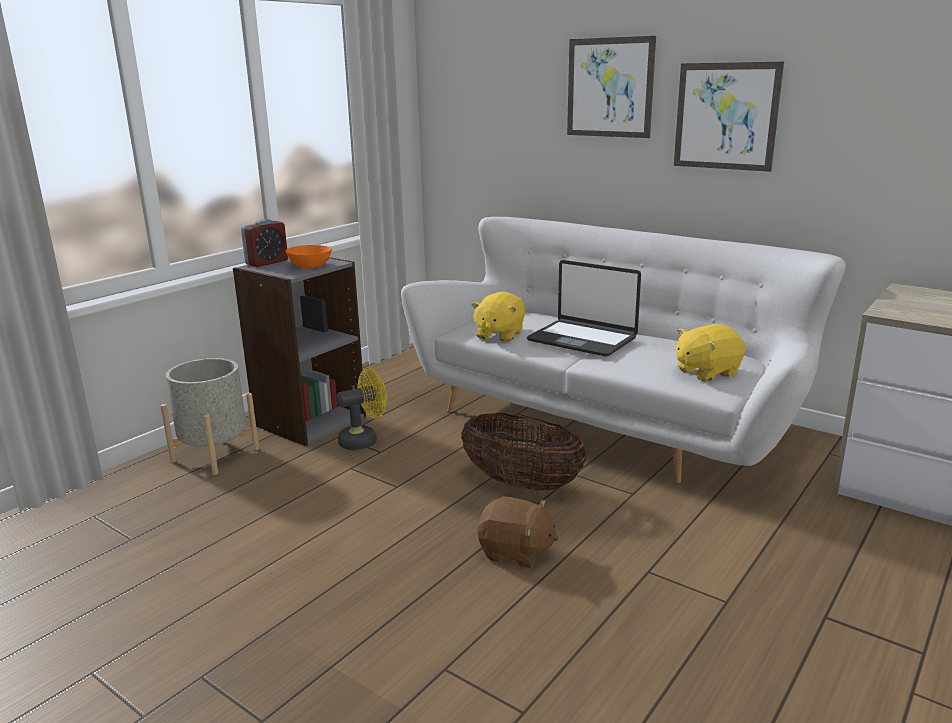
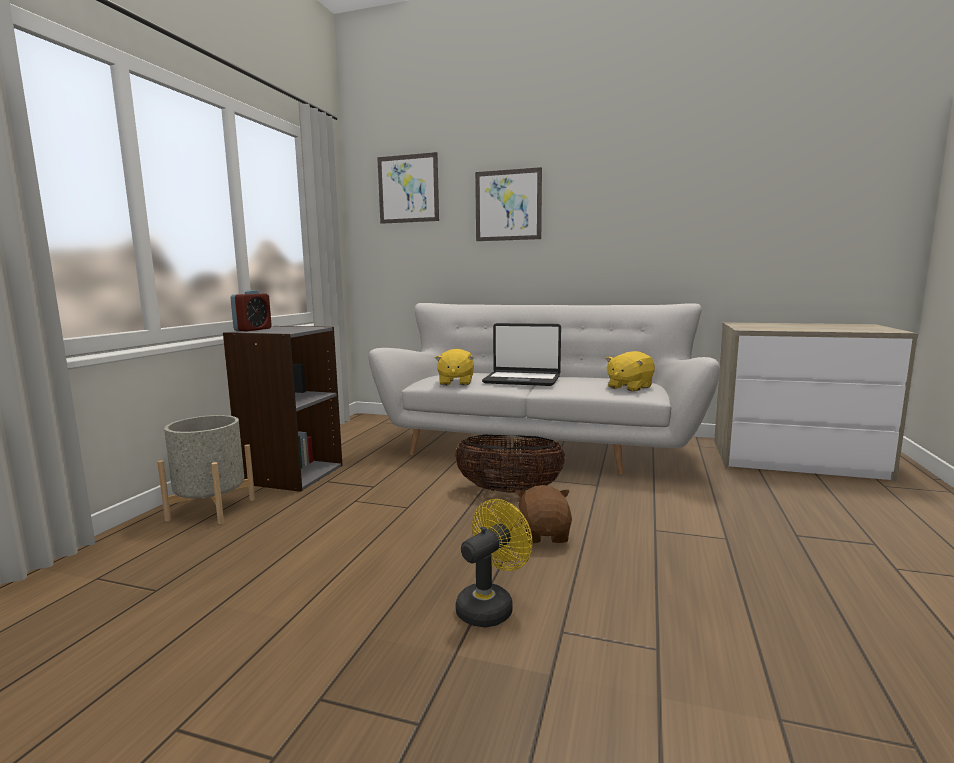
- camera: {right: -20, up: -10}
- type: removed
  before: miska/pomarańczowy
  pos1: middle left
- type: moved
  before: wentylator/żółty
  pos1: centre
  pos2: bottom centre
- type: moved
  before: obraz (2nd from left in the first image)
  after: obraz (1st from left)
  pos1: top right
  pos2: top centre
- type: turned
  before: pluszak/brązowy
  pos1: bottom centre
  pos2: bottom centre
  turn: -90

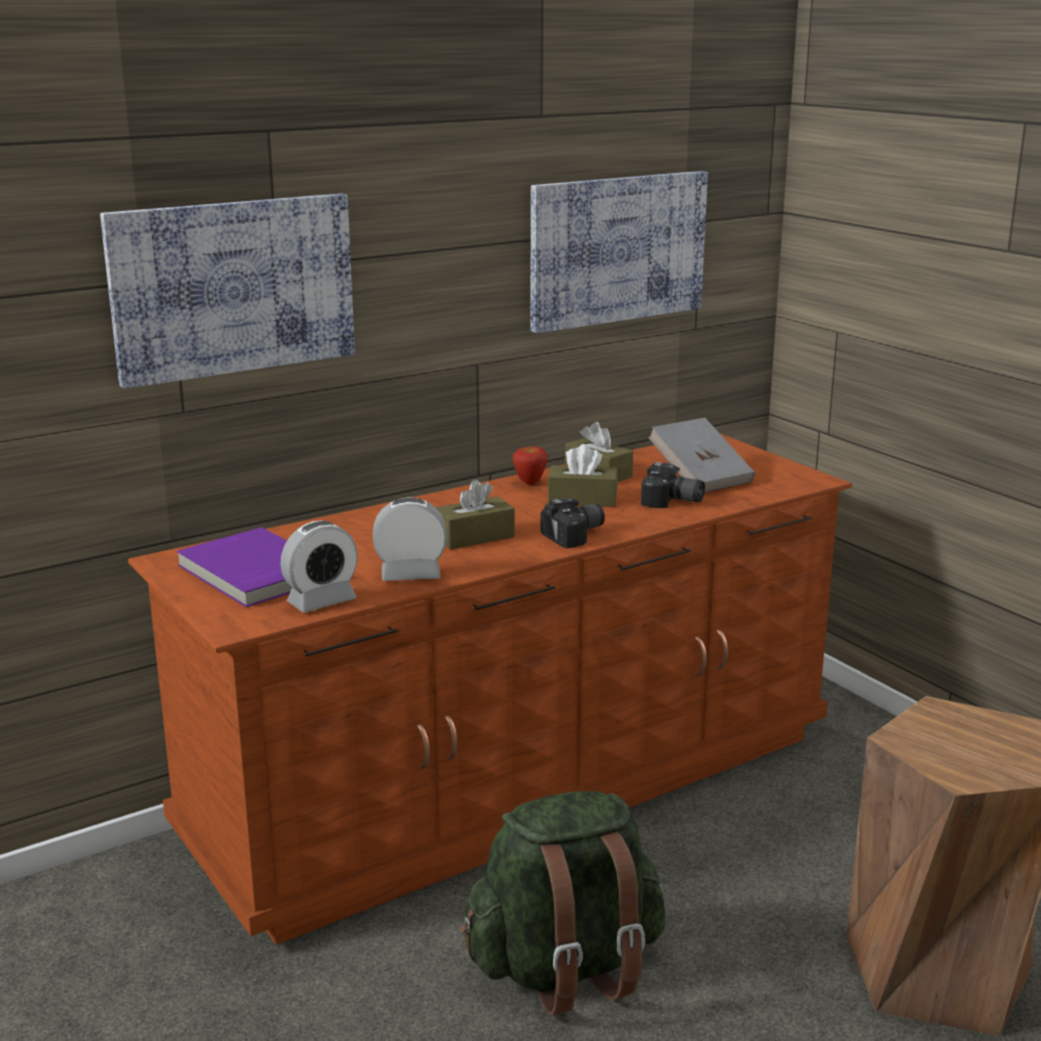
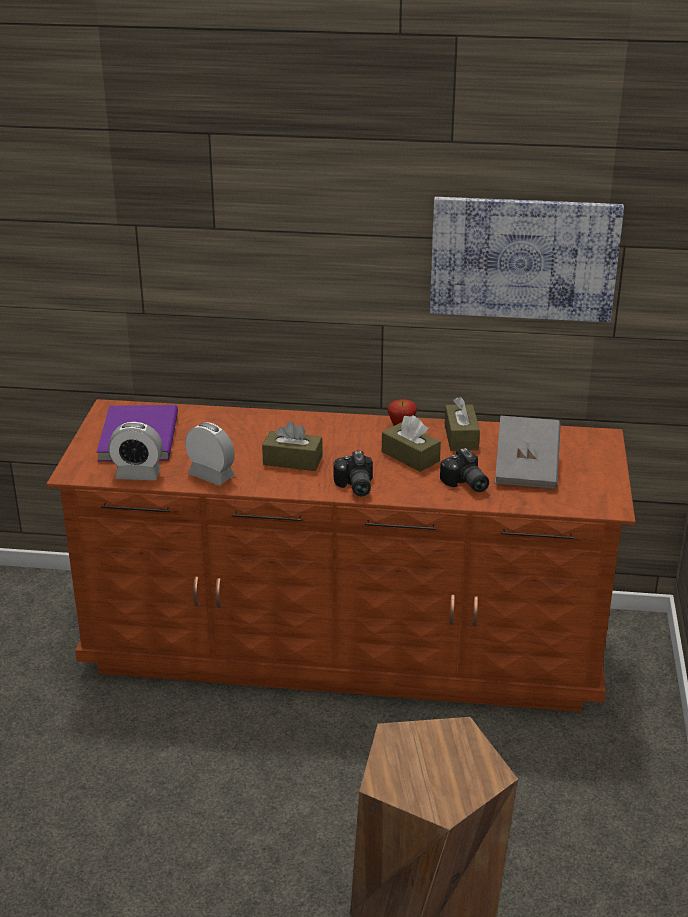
- camera: {right: 40, up: 10}
- type: removed
  before: obraz (1st from left)
  pos1: top left
- type: removed
  before: plecak/zielony
  pos1: bottom centre
- type: turned
  before: aparat fotograficzny (1st from left)
  pos1: centre
  pos2: centre
  turn: 75

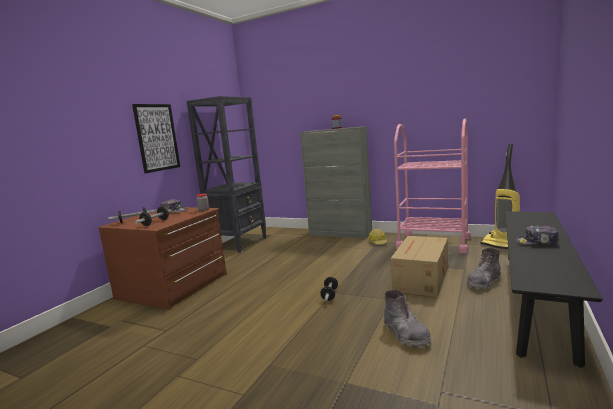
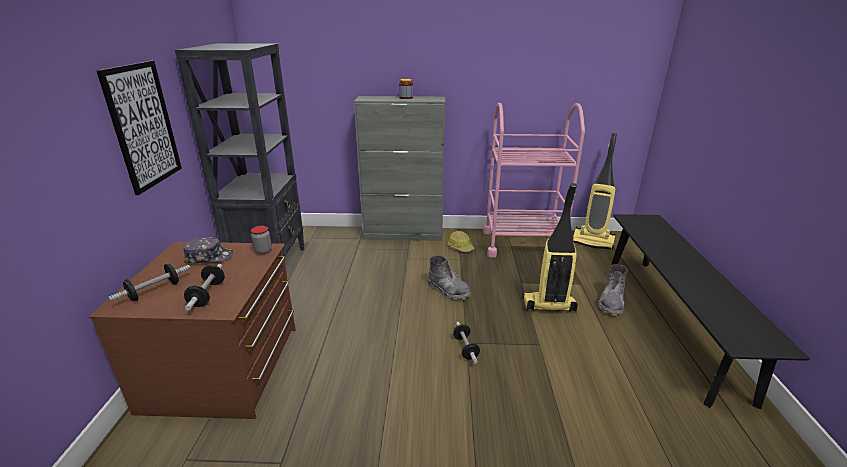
- camera: {right: -25, up: 15}
- type: removed
  before: czapka z daszkiem (2nd from left)
  pos1: middle right
- type: moved
  before: but z cholewką/szary (1st from left)
  pos1: bottom centre
  pos2: centre
- type: replaced
  before: karton
  after: odkurzacz (1st from left)
  pos1: middle right
  pos2: centre

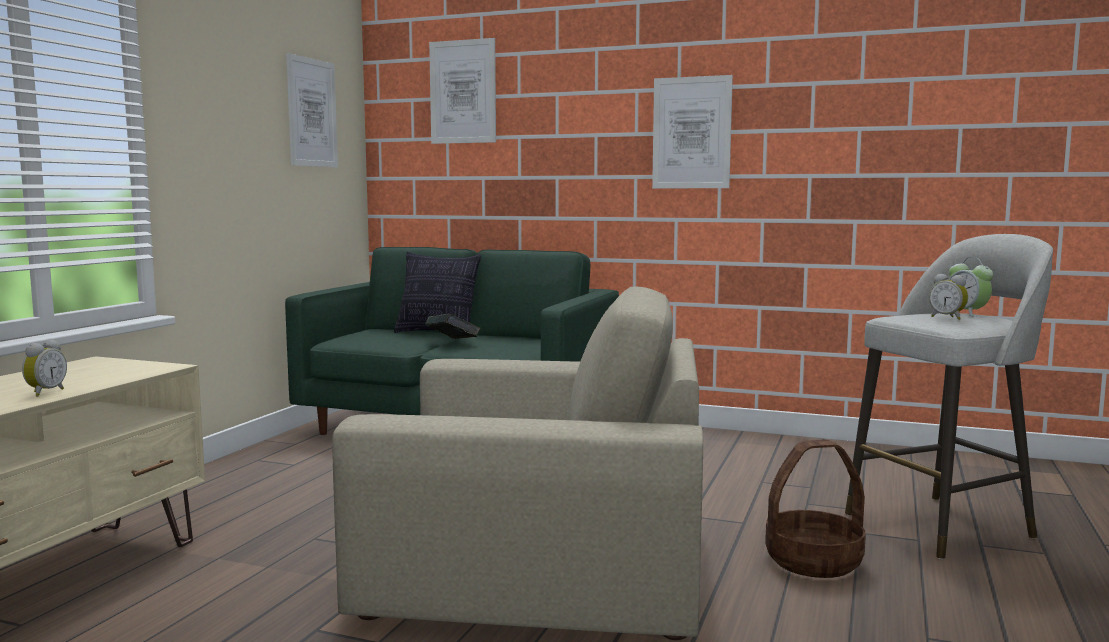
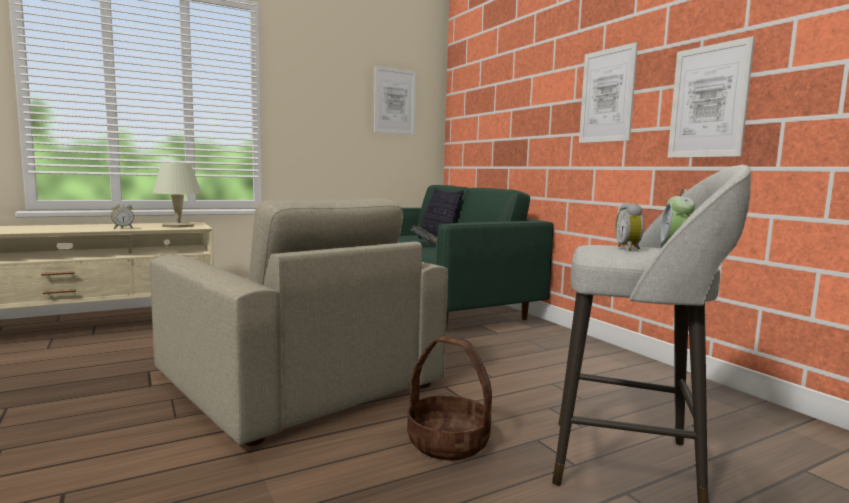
- camera: {right: 40, up: 0}
- type: added
  after: lampa stołowa/beżowy
  pos2: middle left
- type: moved
  before: obraz (2nd from left in the first image)
  after: obraz (3rd from left)
  pos1: top centre
  pos2: top right

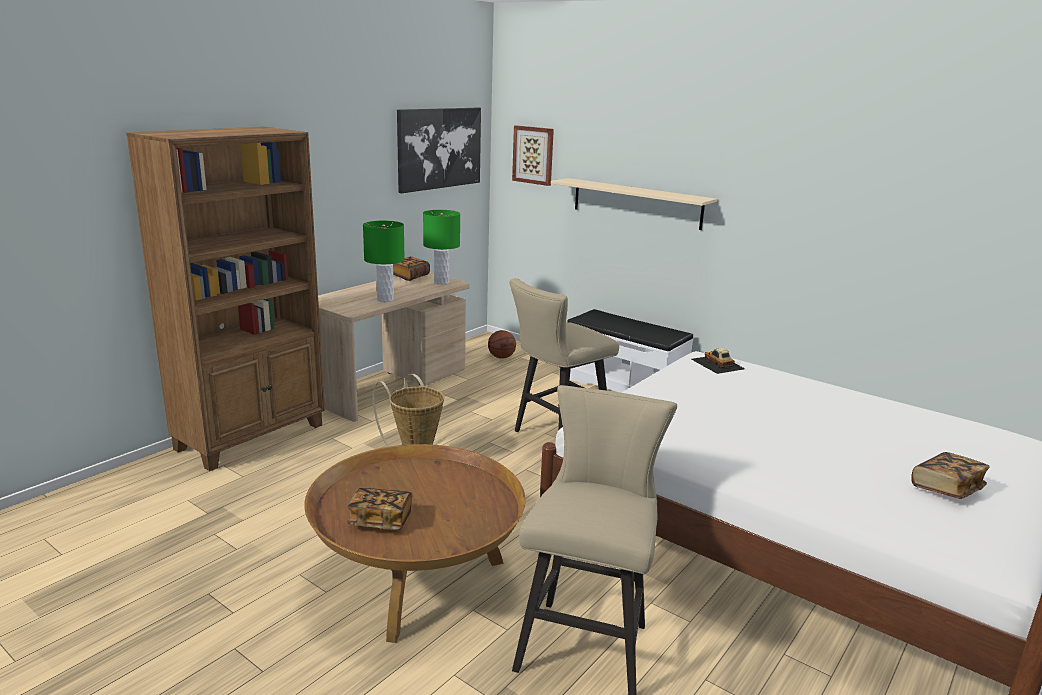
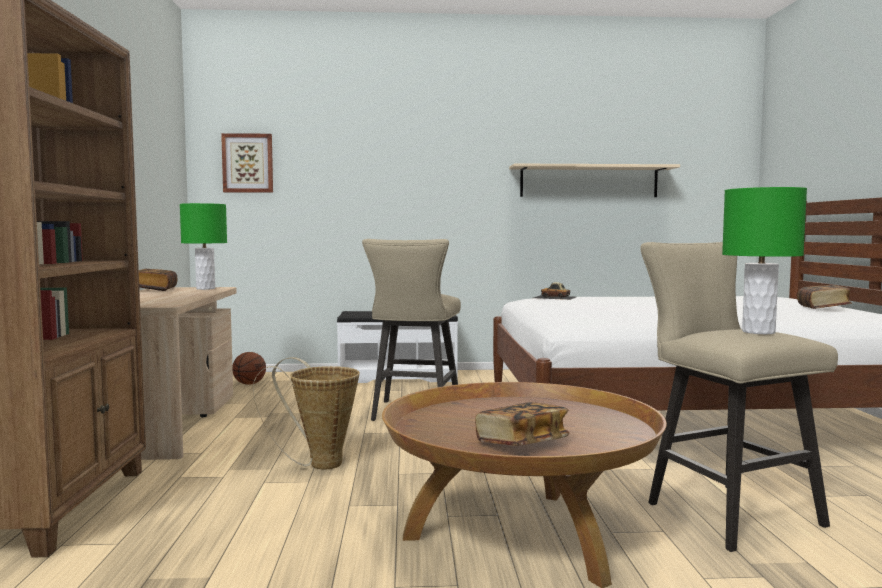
- camera: {right: -40, up: -15}
- type: removed
  before: obraz (1st from left)
  pos1: top centre
- type: moved
  before: lampa stołowa/zielony (1st from left in the first image)
  after: lampa stołowa/zielony (2nd from left)
  pos1: centre
  pos2: middle right
- type: moved
  before: półka/beżowy
  pos1: top centre
  pos2: top right

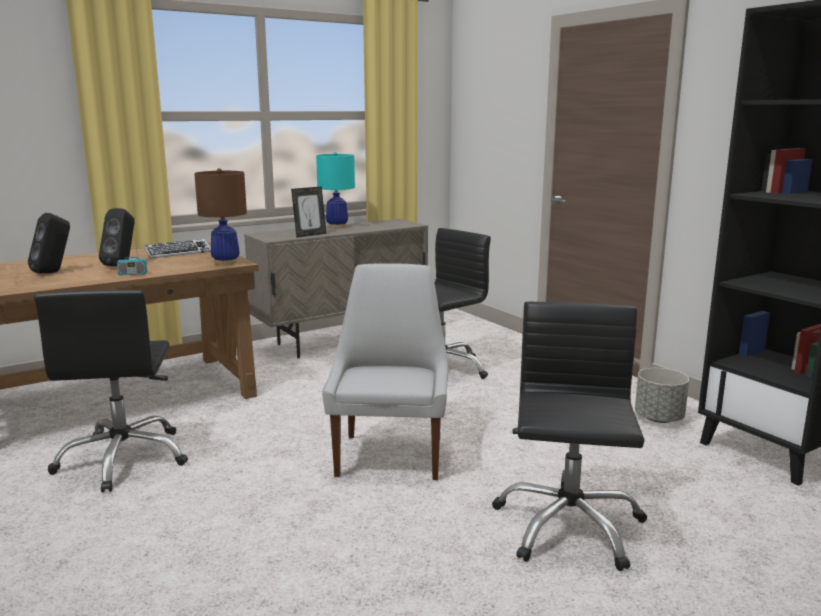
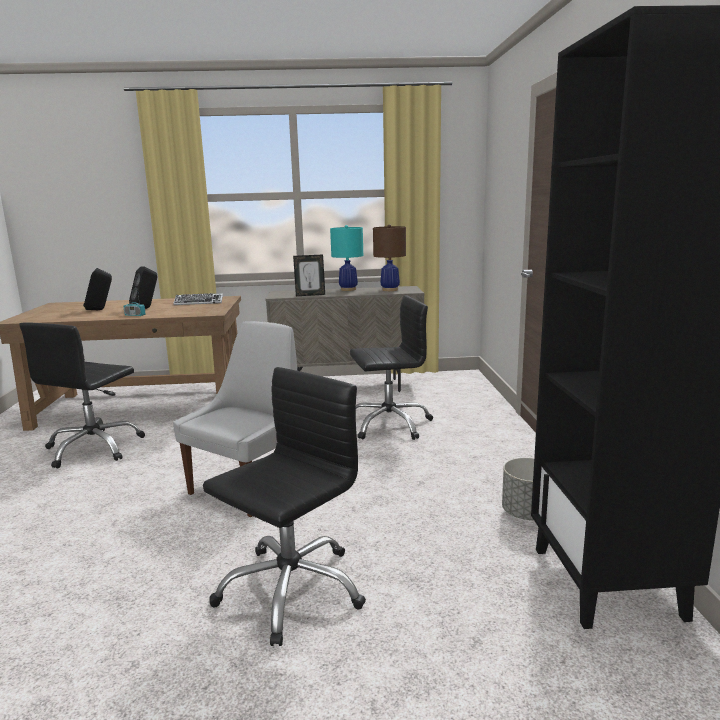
- camera: {right: 30, up: 0}
- type: moved
  before: lampa stołowa/brązowy
  pos1: middle left
  pos2: centre

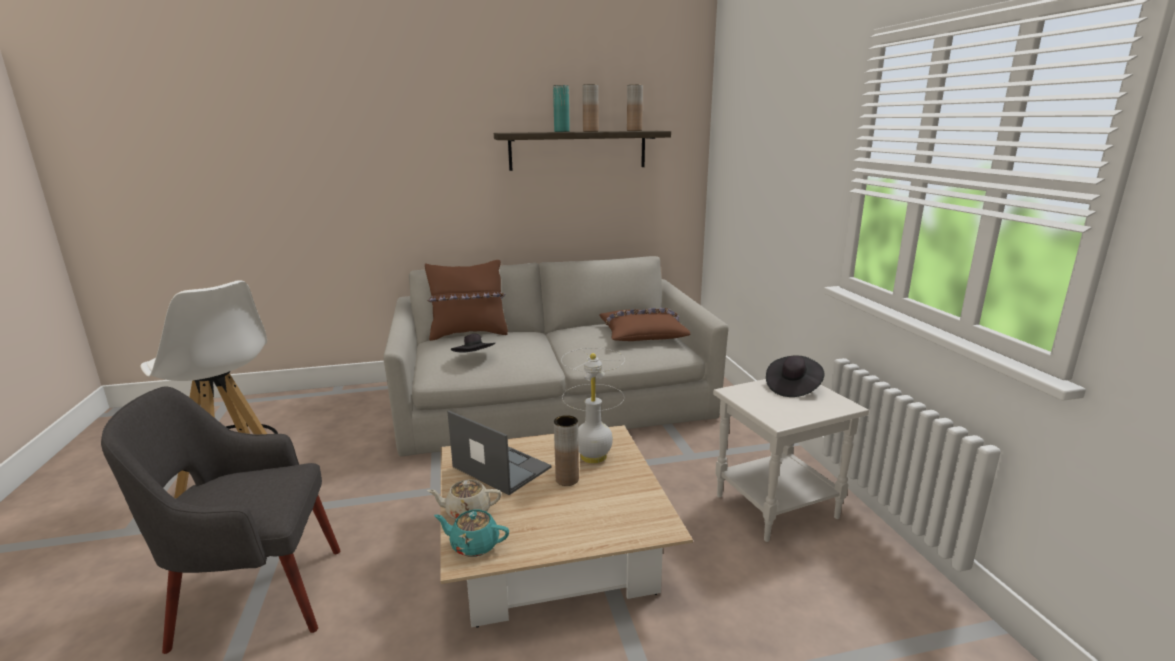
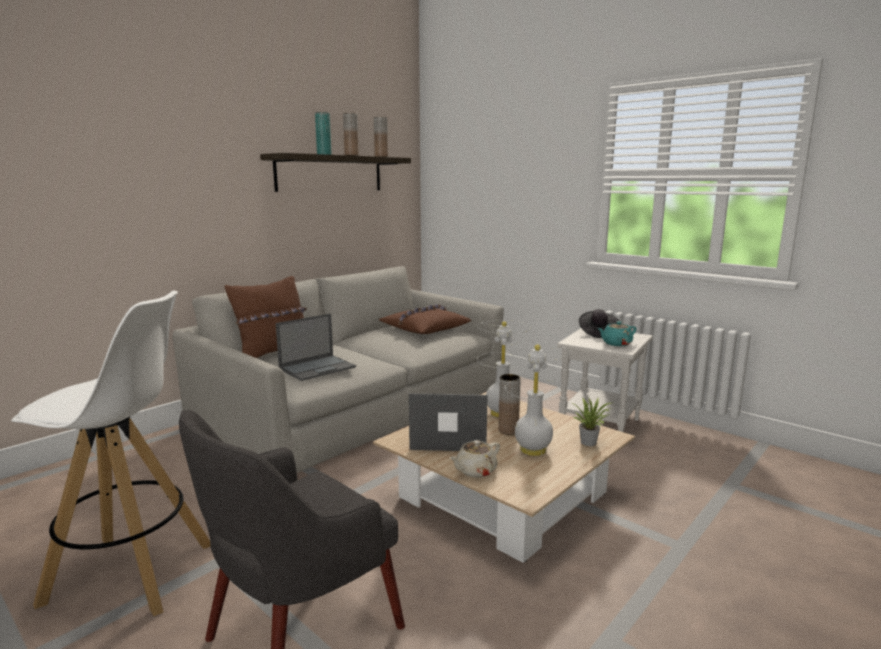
- camera: {right: -35, up: -5}
- type: added
  after: lampa stołowa/biały (2nd from left)
  pos2: centre
- type: added
  after: roślina doniczkowa
  pos2: middle right
- type: moved
  before: imbryk/turkusowy
  pos1: bottom centre
  pos2: middle right
- type: replaced
  before: kapelusz/czarny (1st from left)
  after: laptop (1st from left)
  pos1: centre
  pos2: centre

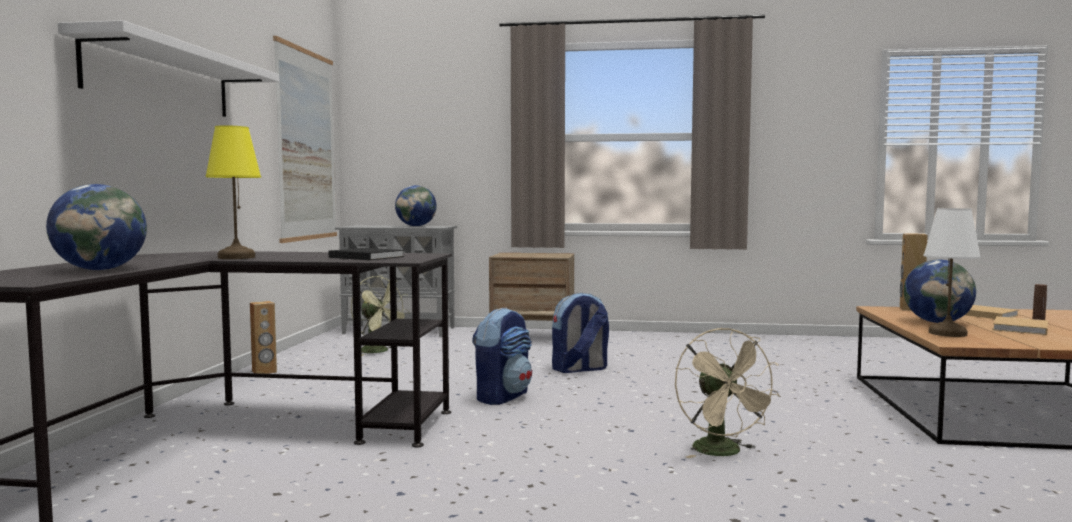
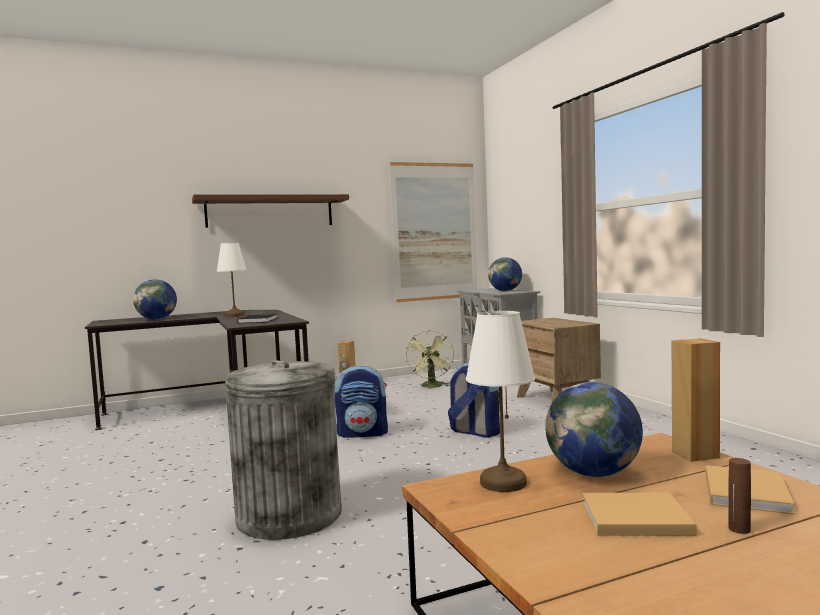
- camera: {right: 60, up: 0}
- type: replaced
  before: wentylator/beżowy
  after: kosz na śmieci/szary
  pos1: bottom right
  pos2: bottom centre
- type: recoloured
  before: półka/biały
  after: półka/brązowy
  pos1: top left
  pos2: middle left
- type: recoloured
  before: lampa stołowa/żółty
  after: lampa stołowa/biały (1st from left)
  pos1: middle left
  pos2: middle left

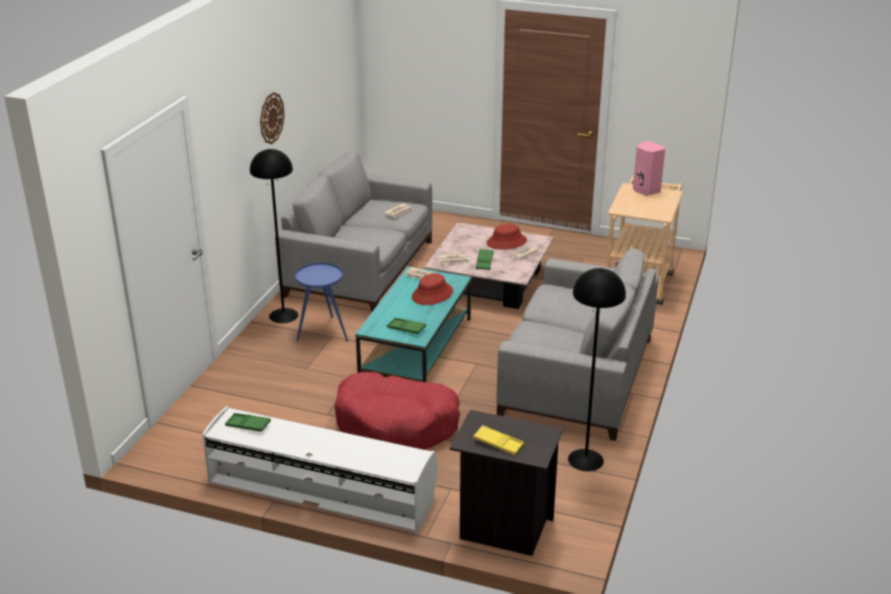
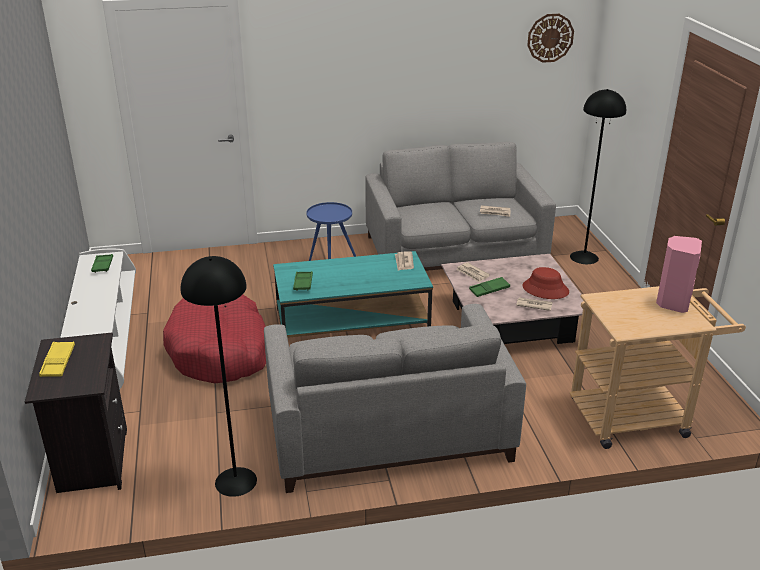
- camera: {right: 60, up: 0}
- type: removed
  before: kapelusz/czerwony (1st from left)
  pos1: centre
- type: moved
  before: lampa stojąca/czarny (1st from left in the first image)
  after: lampa stojąca/czarny (2nd from left)
  pos1: middle left
  pos2: top right
- type: moved
  before: zegar ścienny
  pos1: top left
  pos2: top right

